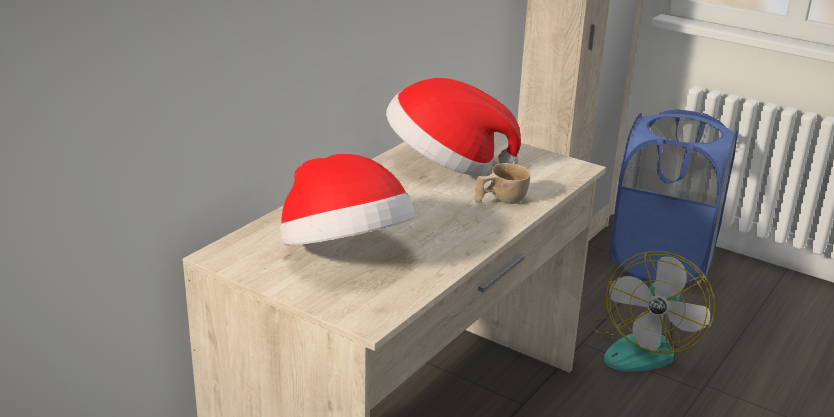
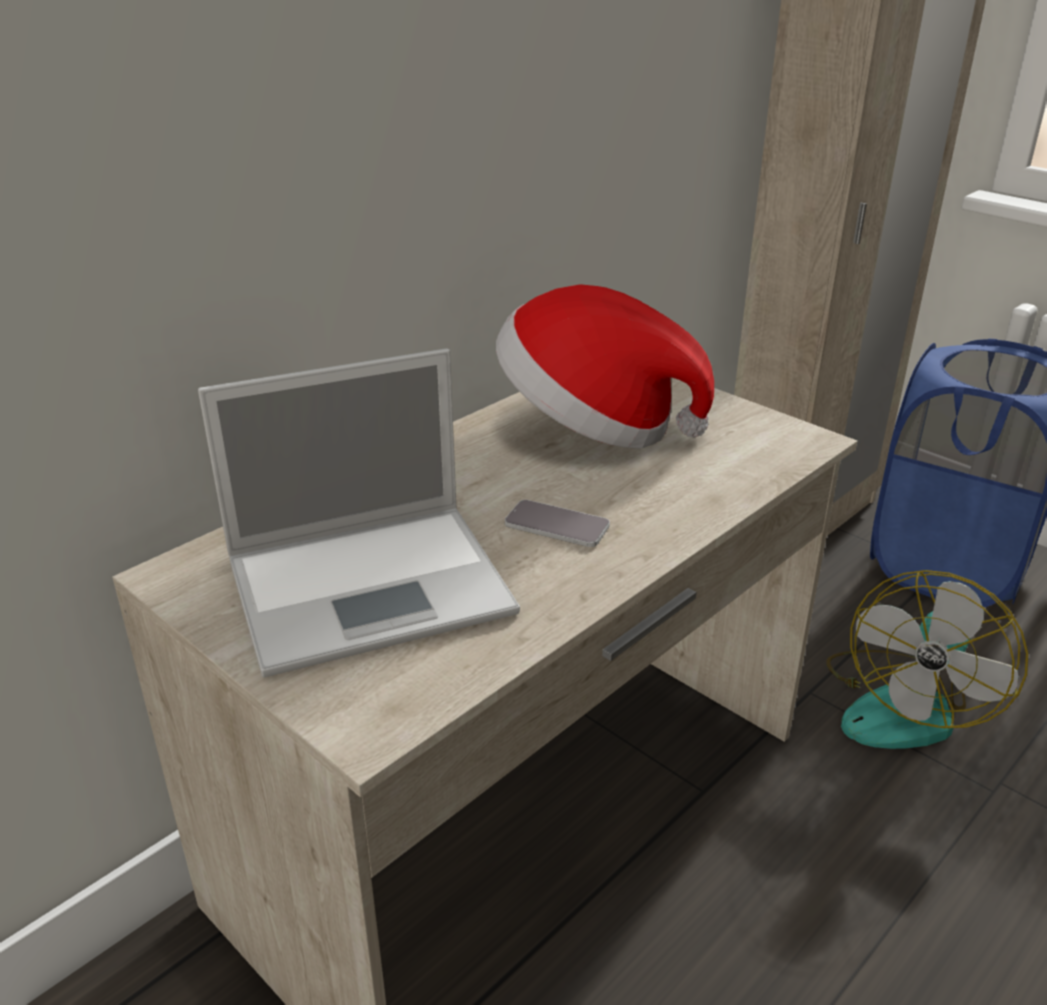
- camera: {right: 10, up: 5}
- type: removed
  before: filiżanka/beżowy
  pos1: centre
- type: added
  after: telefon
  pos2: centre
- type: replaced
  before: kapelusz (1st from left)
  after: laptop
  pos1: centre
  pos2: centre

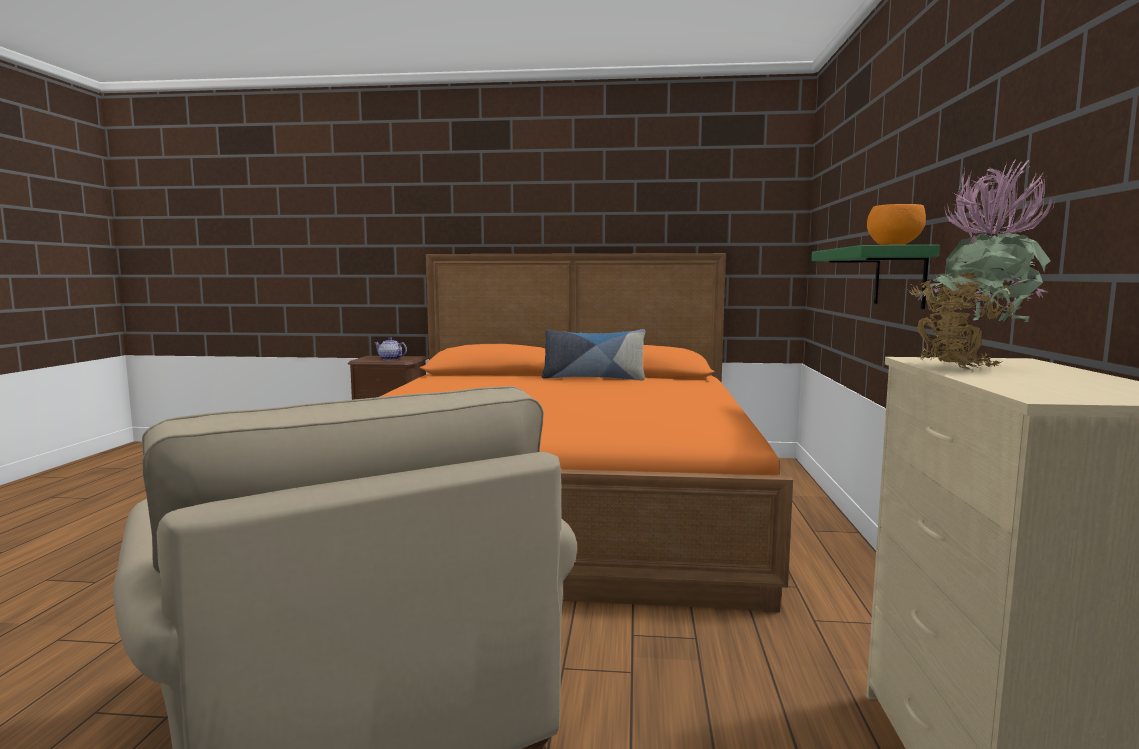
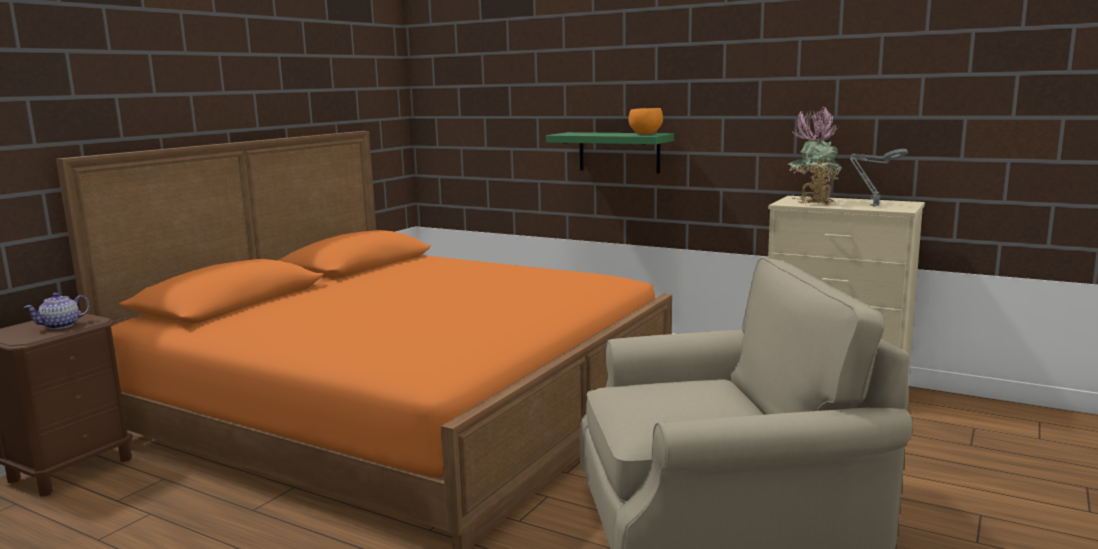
- camera: {right: -65, up: 5}
- type: removed
  before: poduszka
  pos1: centre
- type: added
  after: lampa stołowa/szary
  pos2: top right

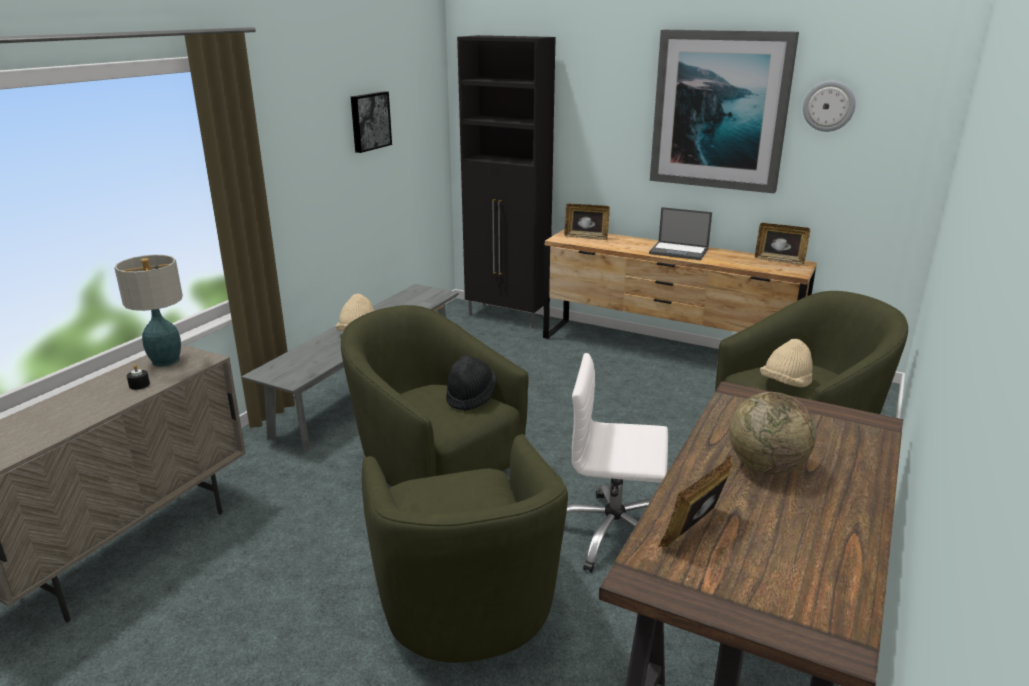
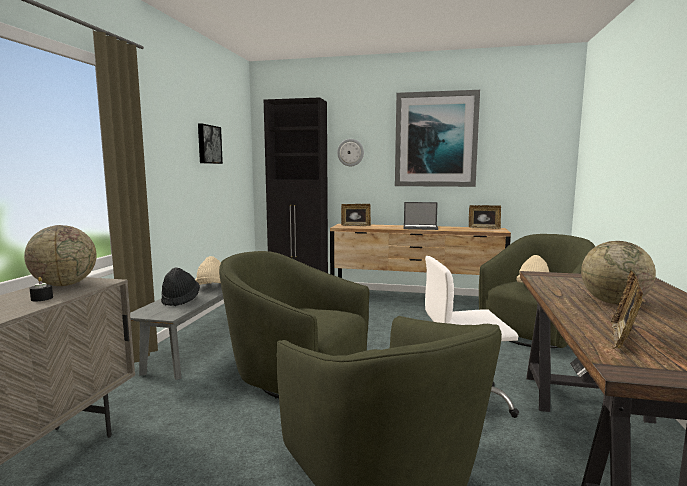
- camera: {right: -15, up: -15}
- type: moved
  before: kapelusz/czarny
  pos1: centre
  pos2: middle left
- type: moved
  before: zegar ścienny
  pos1: top right
  pos2: top centre
- type: replaced
  before: lampa stołowa
  after: globus (1st from left)
  pos1: middle left
  pos2: middle left

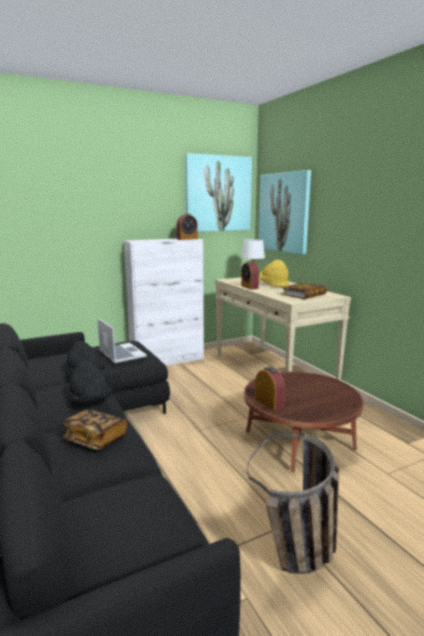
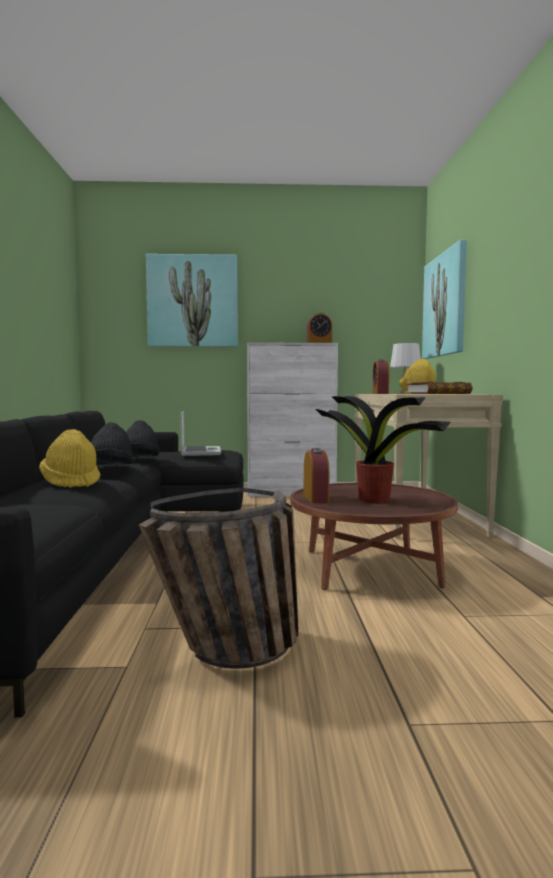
- camera: {right: 25, up: -10}
- type: added
  after: roślina doniczkowa
  pos2: middle right
- type: moved
  before: obraz (1st from left)
  pos1: top centre
  pos2: centre
- type: replaced
  before: książka (1st from left)
  after: kapelusz/żółty (1st from left)
  pos1: bottom left
  pos2: middle left

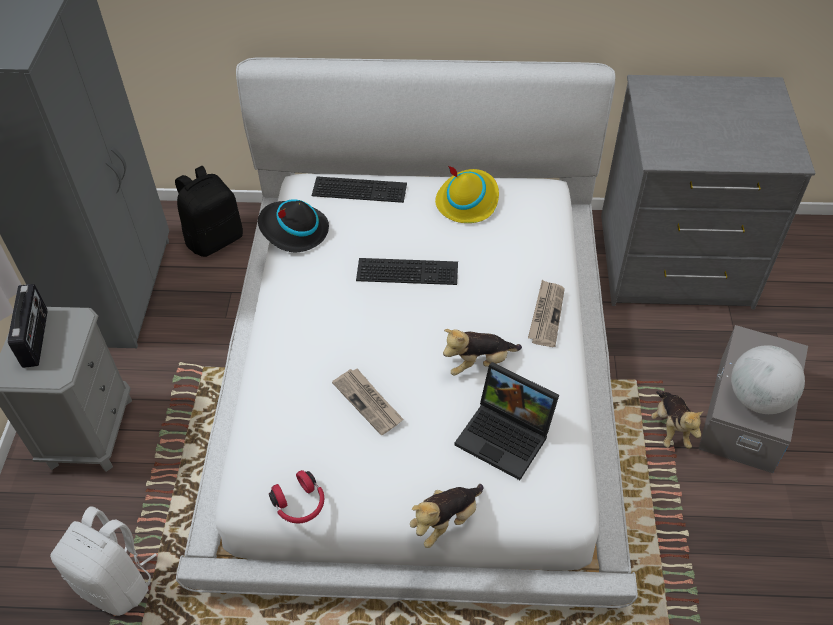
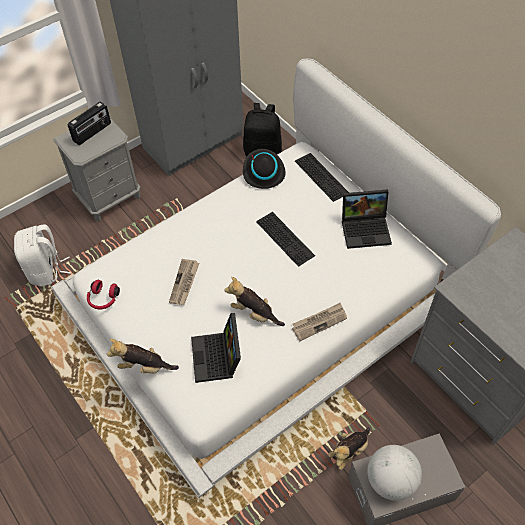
- camera: {right: 50, up: 5}
- type: replaced
  before: kapelusz/żółty
  after: laptop (2nd from left)
  pos1: top centre
  pos2: middle right

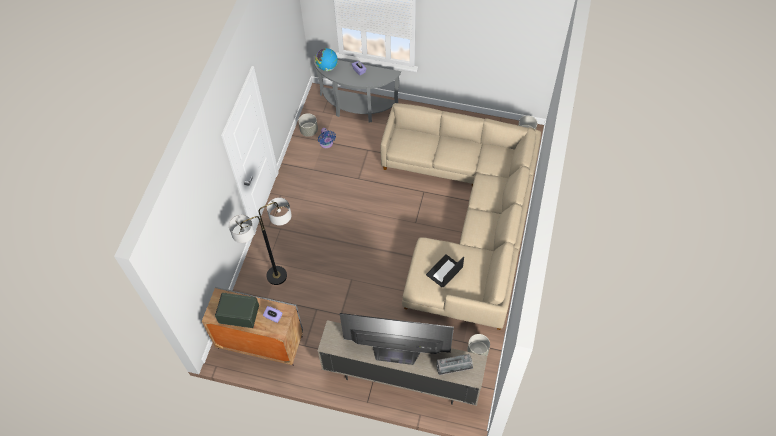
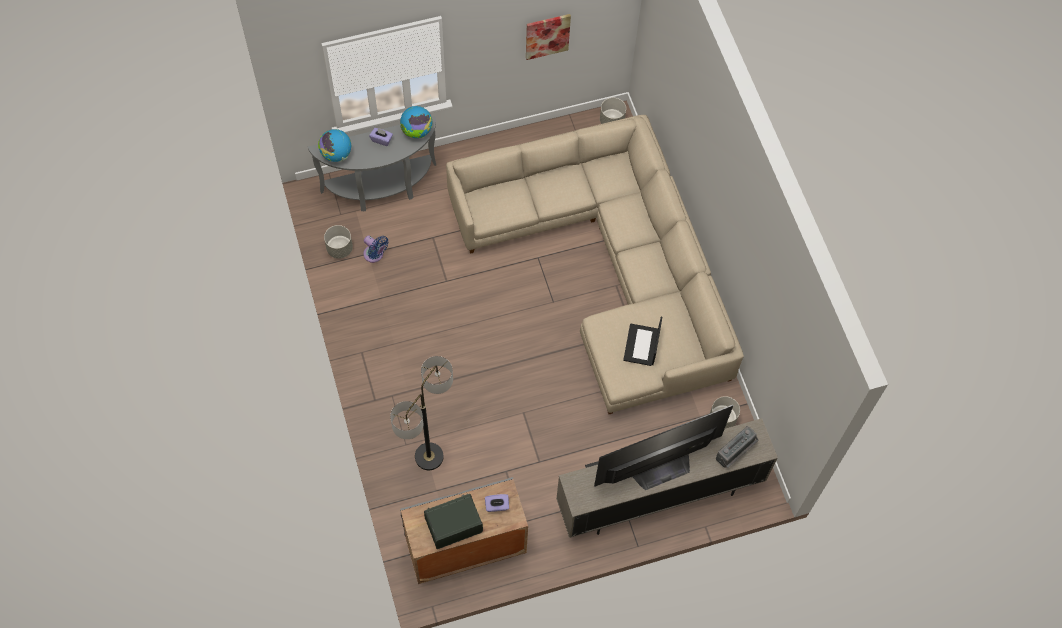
- camera: {right: -35, up: 5}
- type: added
  after: globus (2nd from left)
  pos2: top centre
- type: added
  after: obraz
  pos2: top centre

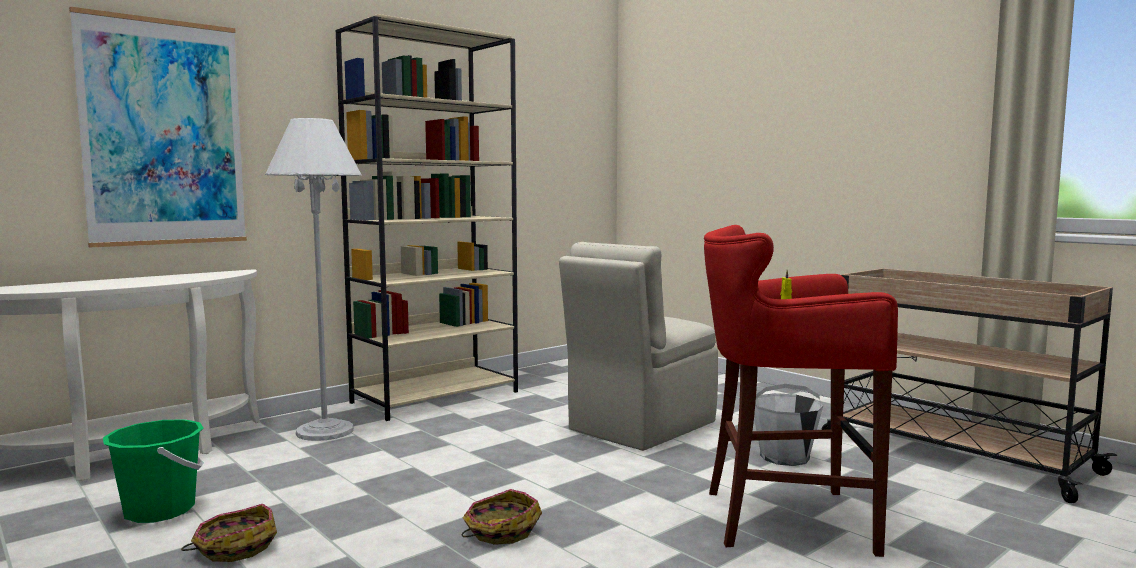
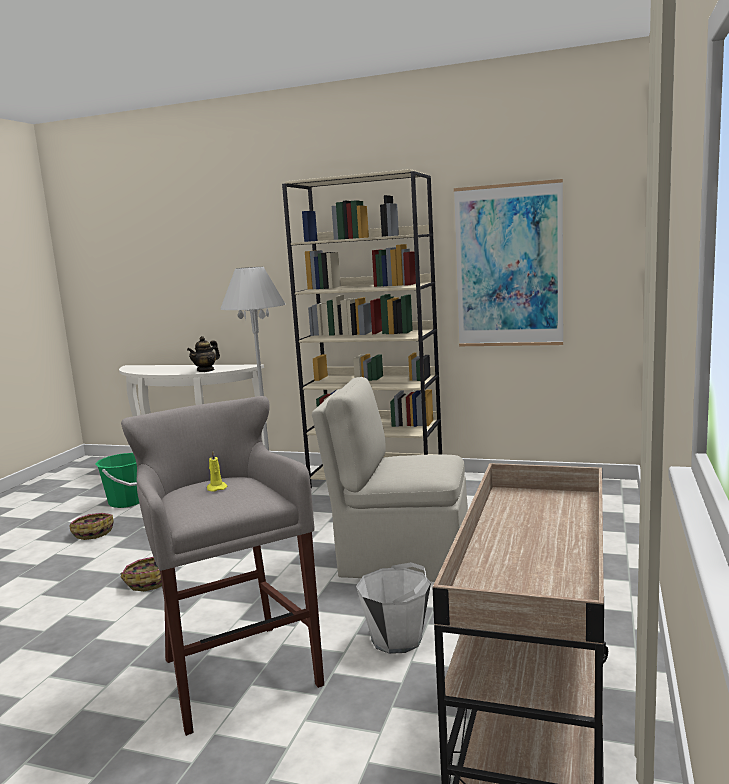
- camera: {right: 60, up: 5}
- type: added
  after: imbryk
  pos2: middle left
- type: moved
  before: obraz
  pos1: top left
  pos2: middle right
- type: recoloured
  before: stołek/czerwony
  after: stołek/szary
  pos1: bottom right
  pos2: bottom left

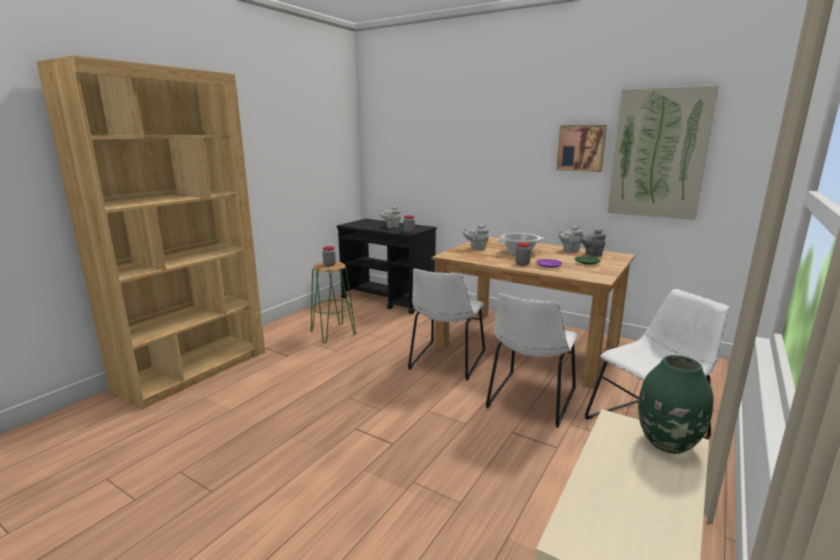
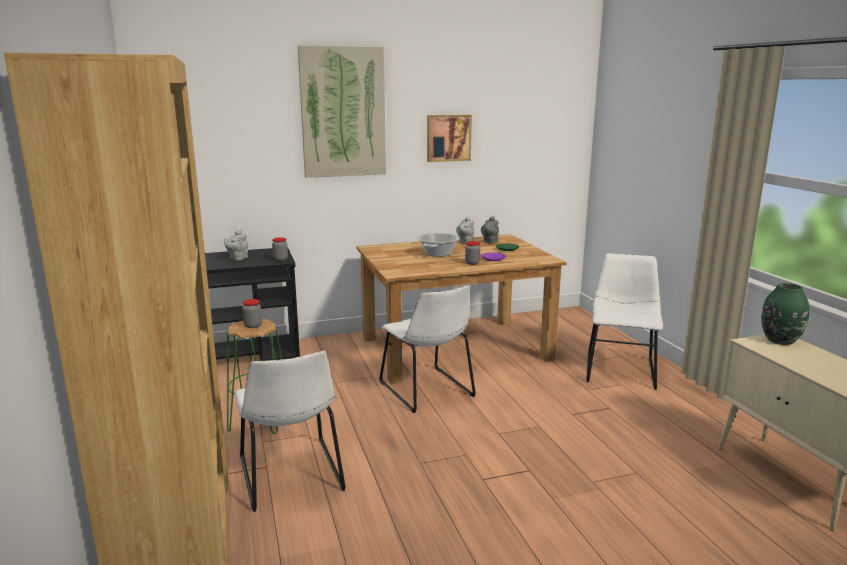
- camera: {right: -50, up: 0}
- type: removed
  before: imbryk/szary (2nd from left)
  pos1: centre
- type: moved
  before: krzesło/biały (2nd from left in the first image)
  after: krzesło/biały (1st from left)
  pos1: centre
  pos2: bottom centre
- type: moved
  before: obraz (2nd from left in the first image)
  after: obraz (1st from left)
  pos1: top right
  pos2: top centre

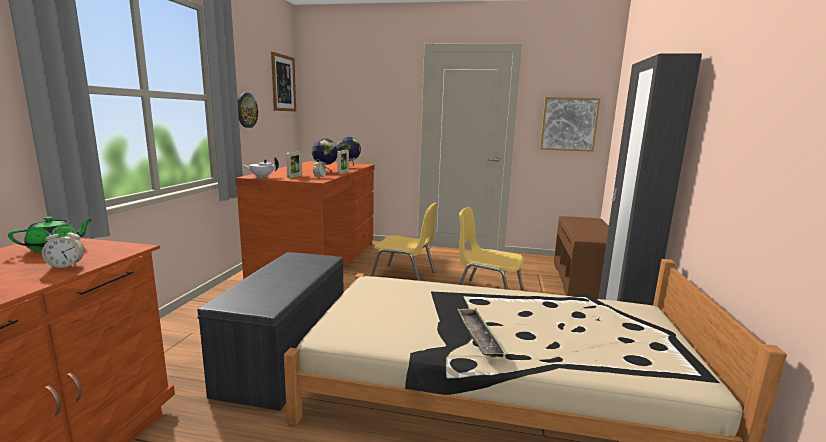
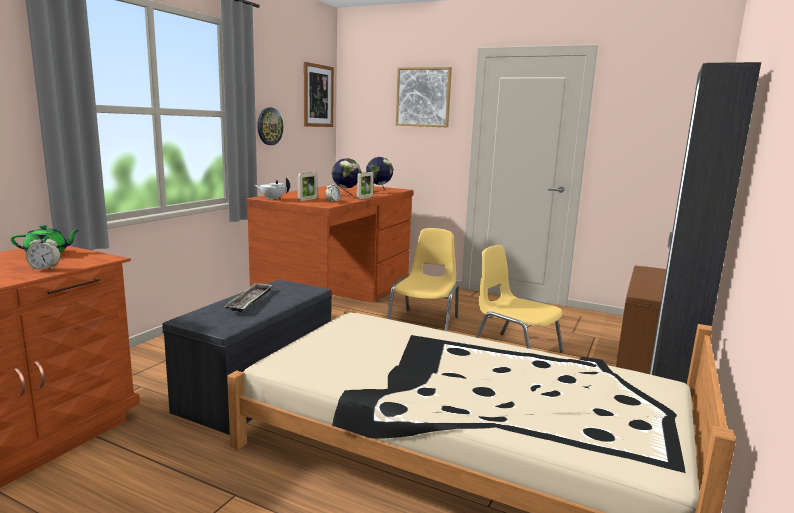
- camera: {right: 15, up: 0}
- type: moved
  before: taca
  pos1: bottom centre
  pos2: middle left
- type: moved
  before: obraz (2nd from left)
  pos1: top right
  pos2: top centre
- type: turned
  before: krzesło/żółty (1st from left)
  pos1: centre
  pos2: centre
  turn: -105

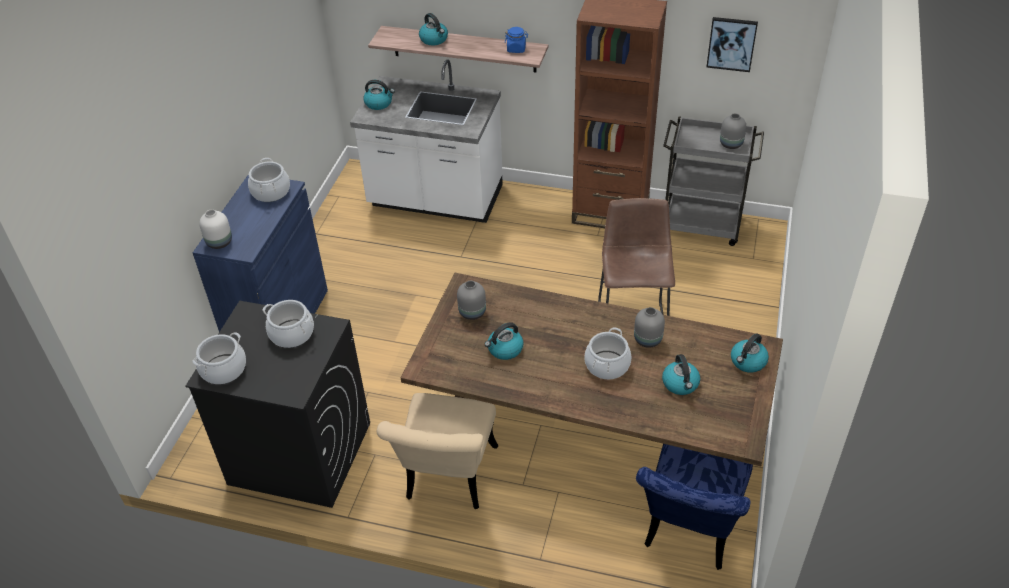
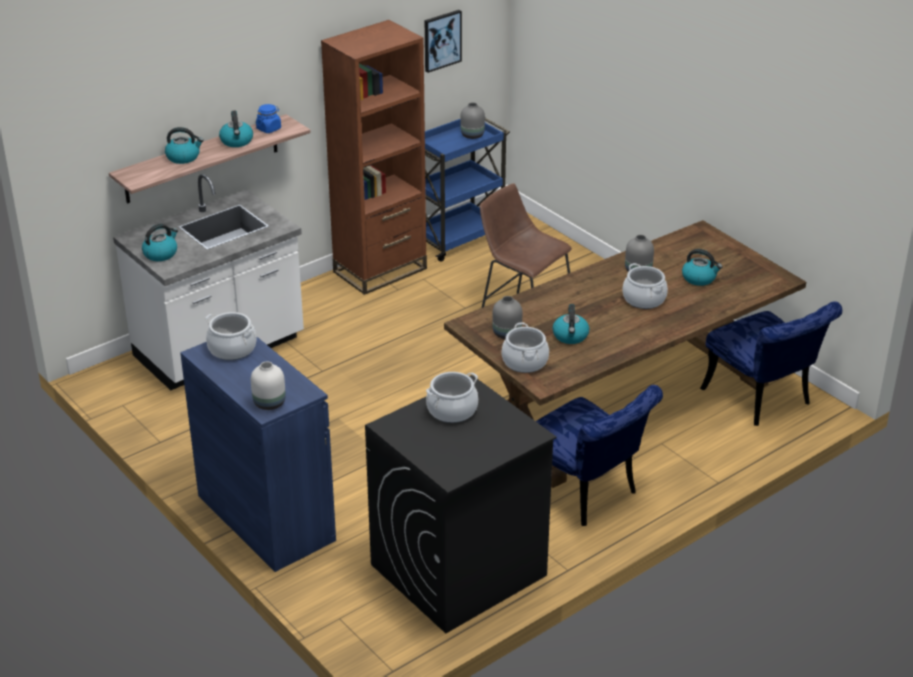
- camera: {right: -55, up: -10}
- type: moved
  before: garnek (1st from left in the first image)
  after: garnek (3rd from left)
  pos1: middle left
  pos2: centre
- type: moved
  before: czajnik (5th from left in the first image)
  after: czajnik (3rd from left)
  pos1: middle right
  pos2: top left
- type: recoloured
  before: krzesło/beżowy
  after: krzesło/niebieski (1st from left)
  pos1: bottom centre
  pos2: bottom centre
- type: recoloured
  before: wózek/szary
  after: wózek/niebieski
  pos1: top right
  pos2: top centre

